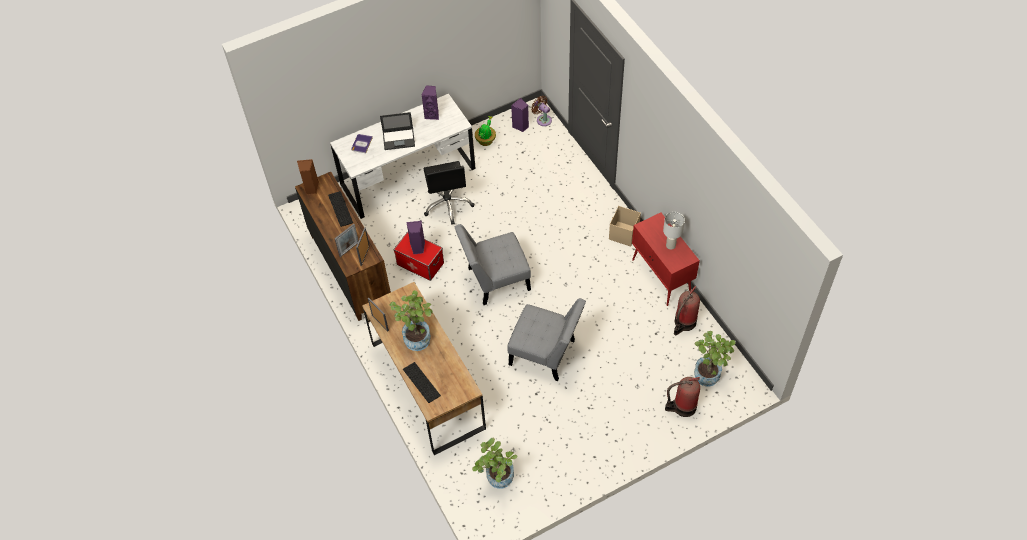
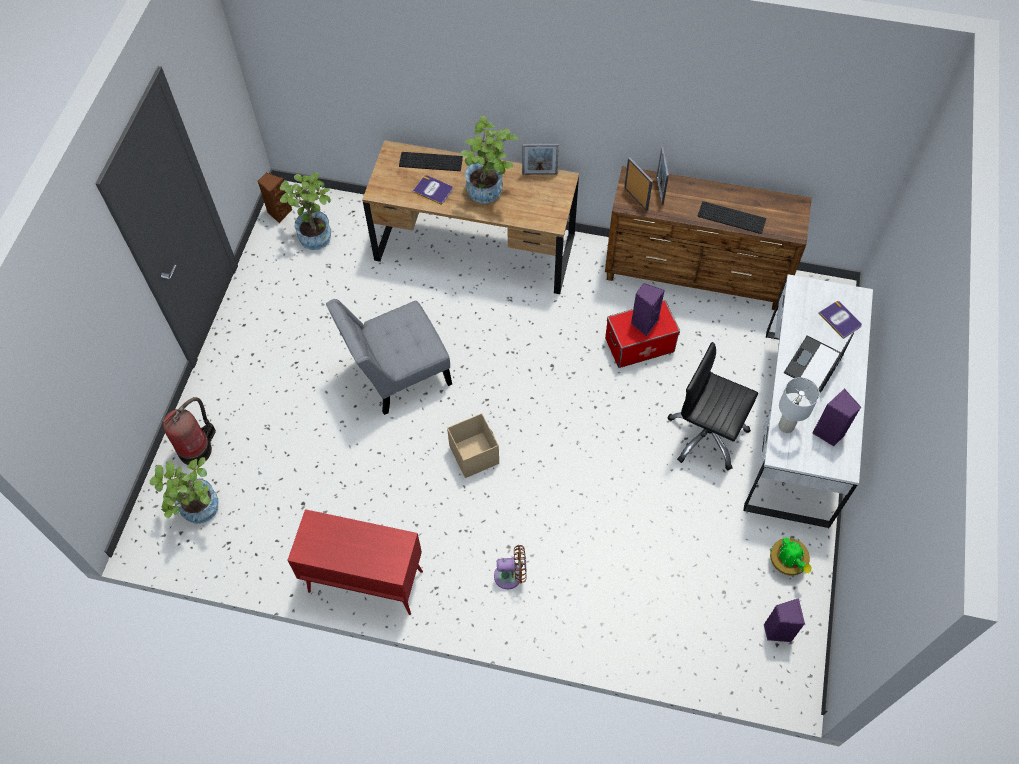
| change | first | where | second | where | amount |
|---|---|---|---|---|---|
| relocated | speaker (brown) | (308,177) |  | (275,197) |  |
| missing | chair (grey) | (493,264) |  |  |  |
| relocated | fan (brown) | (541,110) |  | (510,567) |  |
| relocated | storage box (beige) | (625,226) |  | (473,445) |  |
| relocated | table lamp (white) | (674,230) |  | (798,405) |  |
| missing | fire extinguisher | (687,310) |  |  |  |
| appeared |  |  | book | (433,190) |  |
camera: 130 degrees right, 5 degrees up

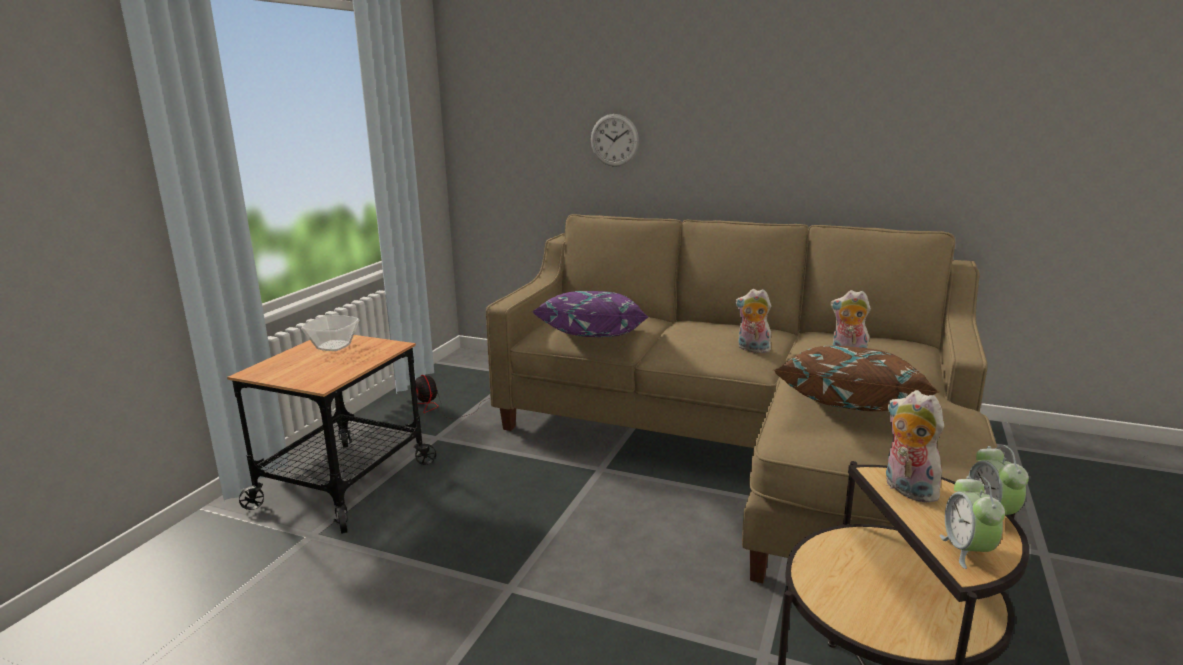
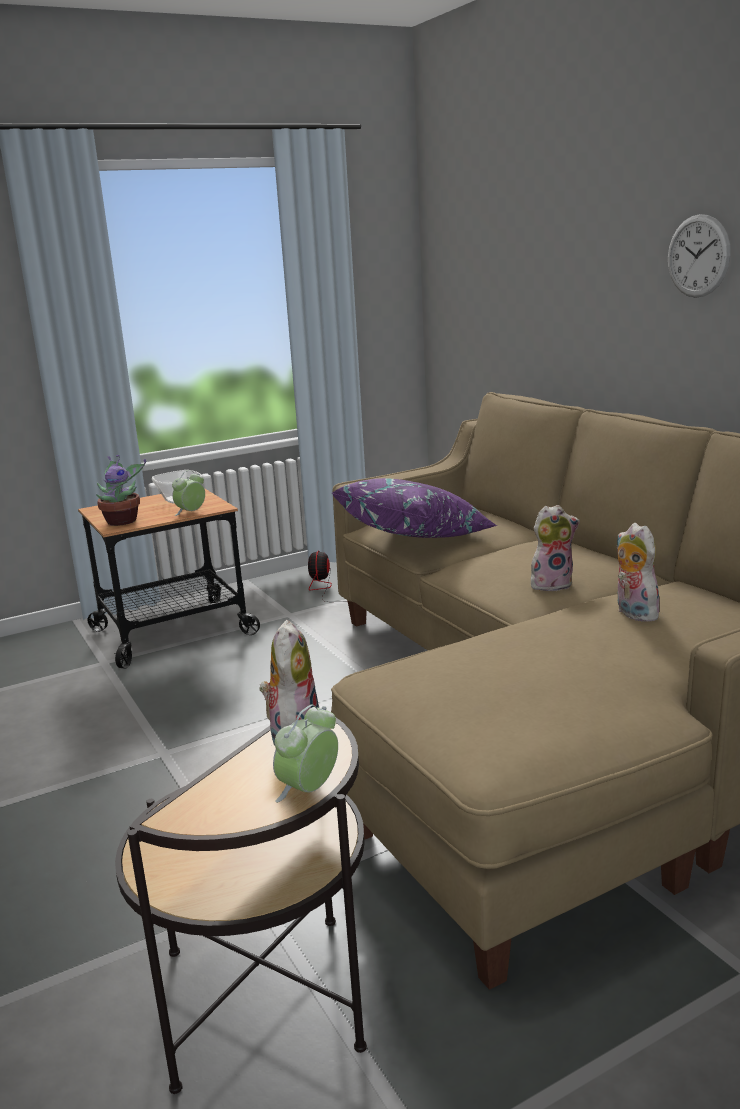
| change | first | where | second | where | amount |
|---|---|---|---|---|---|
| relocated | wall clock | (615,140) |  | (699,256) |  |
| spun | plush toy | (753,321) |  | (555,548) | 105 degrees clockwise |
| missing | pillow (brown) | (856,378) |  |  |  |
| relocated | alarm clock | (972,522) |  | (188,493) |  |
| appeared |  |  | potted plant | (121,490) |  |
camera: 40 degrees right, 0 degrees up

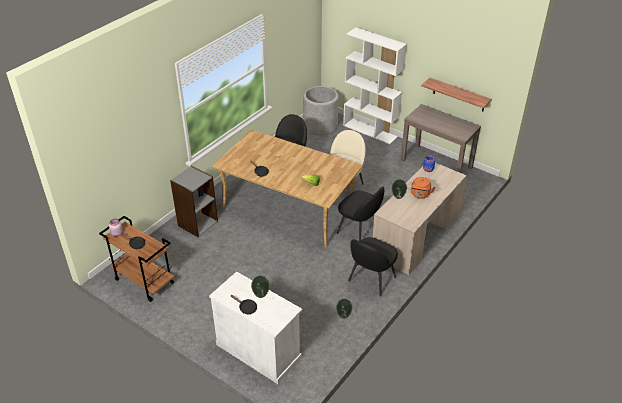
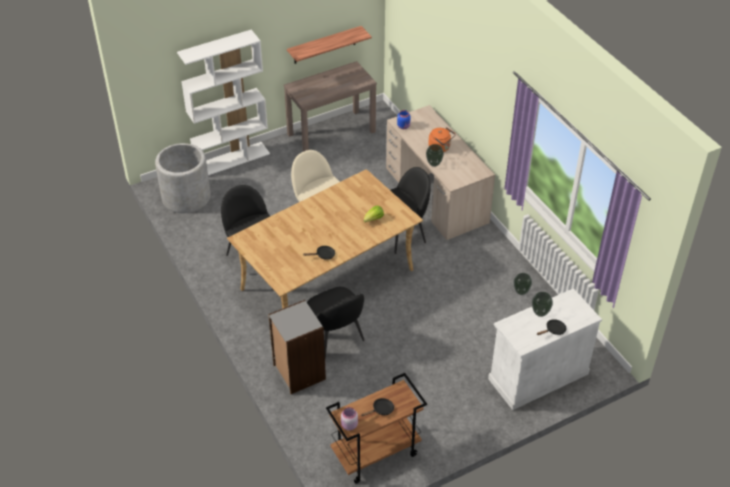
| change | first | where | second | where | amount |
|---|---|---|---|---|---|
| relocated | chair (black) | (373,267) |  | (336,323) |  |
camera: 65 degrees left, 5 degrees up

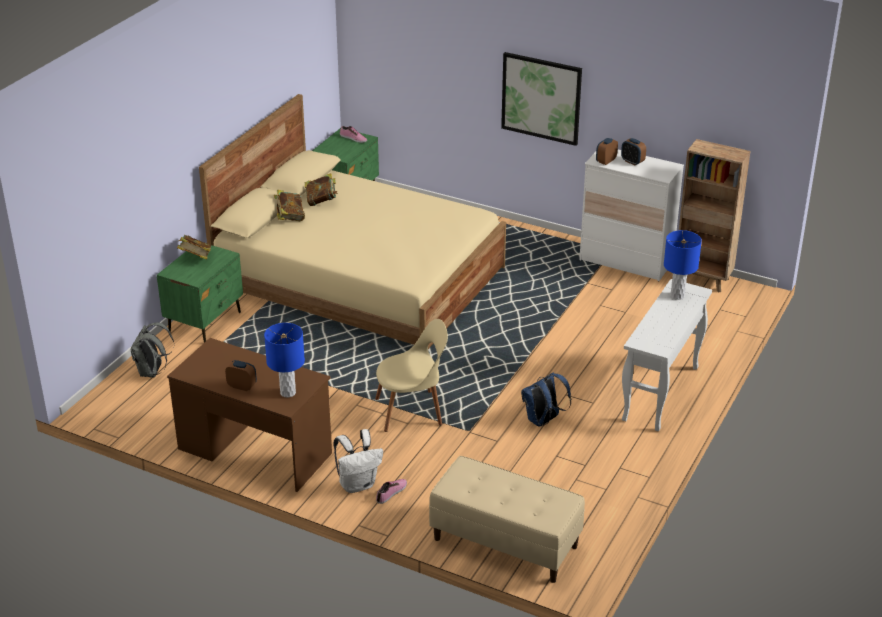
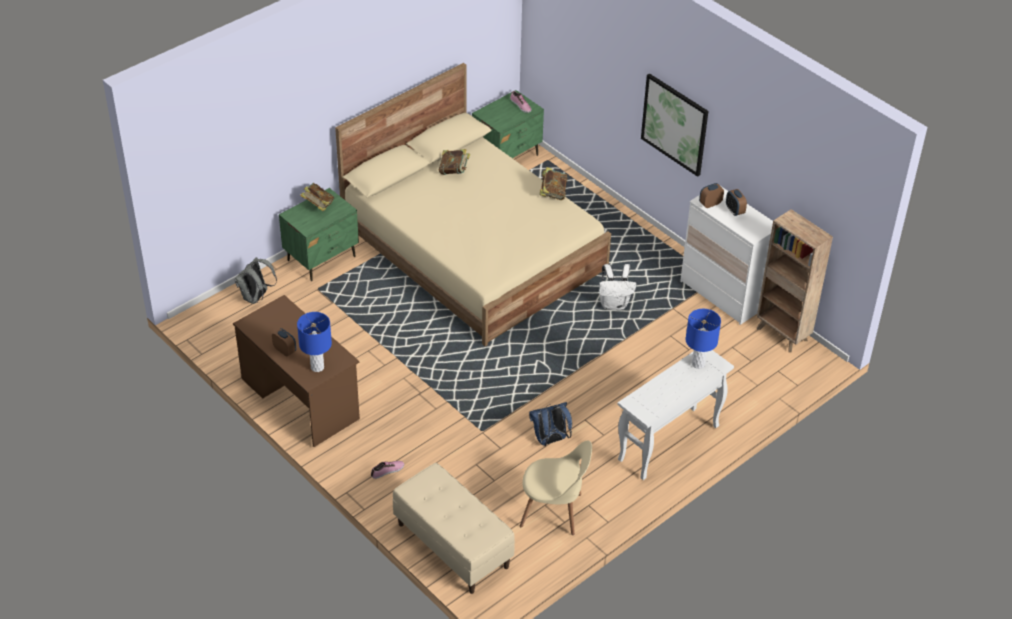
| change | first | where | second | where | amount |
|---|---|---|---|---|---|
| relocated | book | (289,205) |  | (554,183) |  |
| relocated | backpack (white) | (358,461) |  | (617,287) |  |
| relocated | chair (beige) | (411,375) |  | (556,488) |  |
camera: 20 degrees right, 10 degrees up

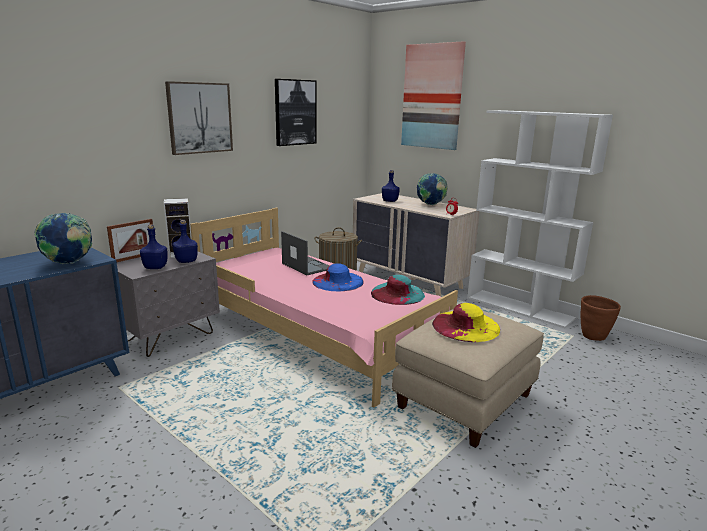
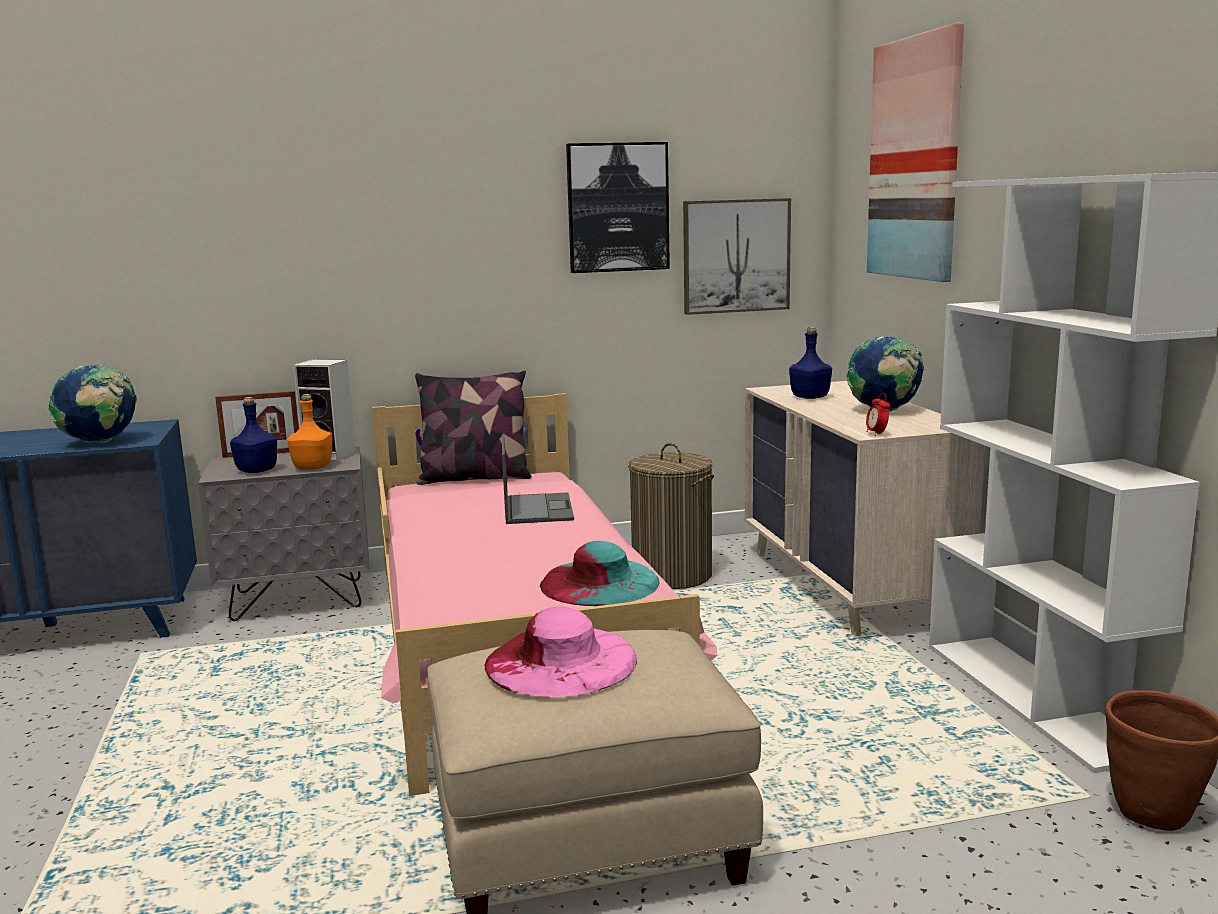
| change | first | where | second | where | amount |
|---|---|---|---|---|---|
| relocated | picture | (199,118) |  | (737,256) |  |
| colour | bottle (blue) | (185,241) | bottle (orange) | (310,432) |  |
| missing | hat (blue) | (337,277) |  |  |  |
| colour | hat (yellow) | (466,322) | hat (pink) | (561,652) |  |
| appeared |  |  | pillow | (473,427) |  |
camera: 35 degrees right, 5 degrees down

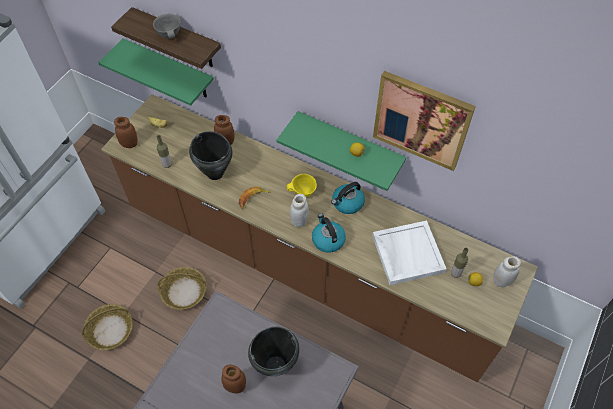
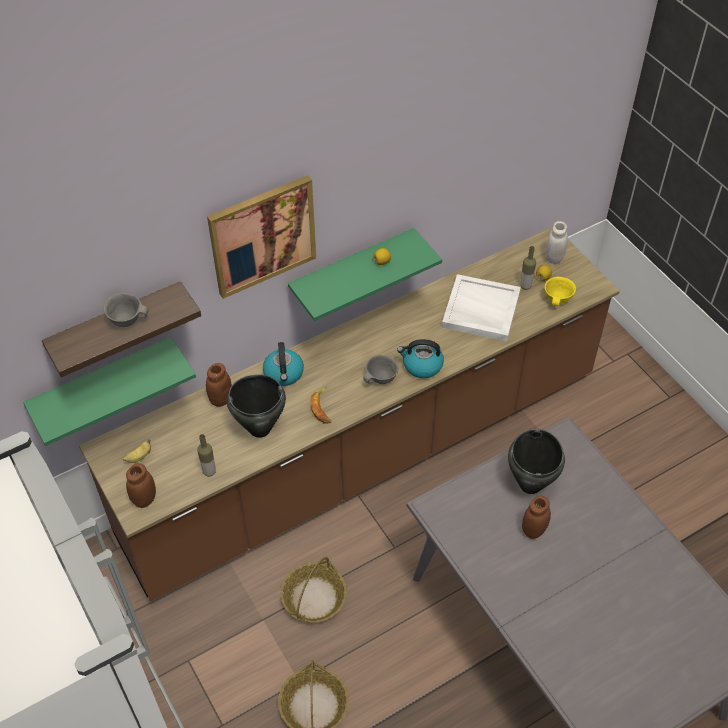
| change | first | where | second | where | amount |
|---|---|---|---|---|---|
| relocated | bowl (yellow) | (302,185) |  | (560,291) |  |
| exchanged | jar (white) | (299,210) | bowl (grey) | (381,369) |  |
| relocated | kettle | (348,198) |  | (283,364) |  |
| relocated | picture | (424,121) |  | (261,237) |  |
camera: 60 degrees left, 5 degrees down

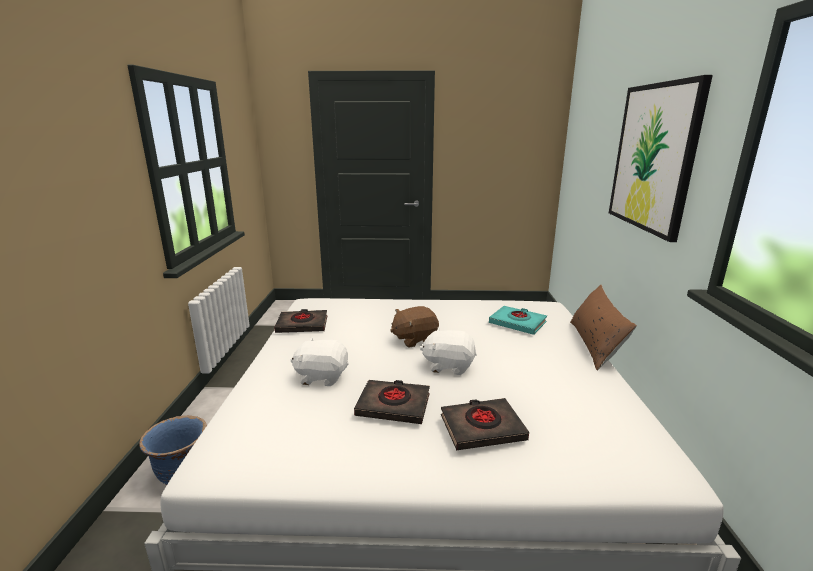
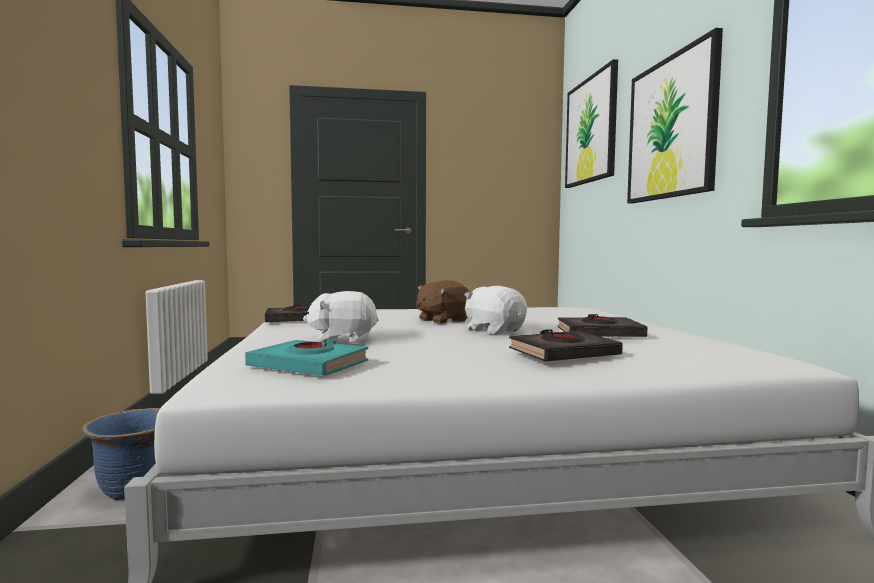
| change | first | where | second | where | amount |
|---|---|---|---|---|---|
| relocated | book (black) | (392,402) |  | (603,325) |  |
| spun | plush toy (white) | (448,351) |  | (496,310) | 45 degrees clockwise |
| relocated | book (turquoise) | (518,320) |  | (306,357) |  |
| missing | pillow (brown) | (603,327) |  |  |  |
| appeared |  |  | picture | (591,123) |  |
camera: 10 degrees left, 15 degrees down

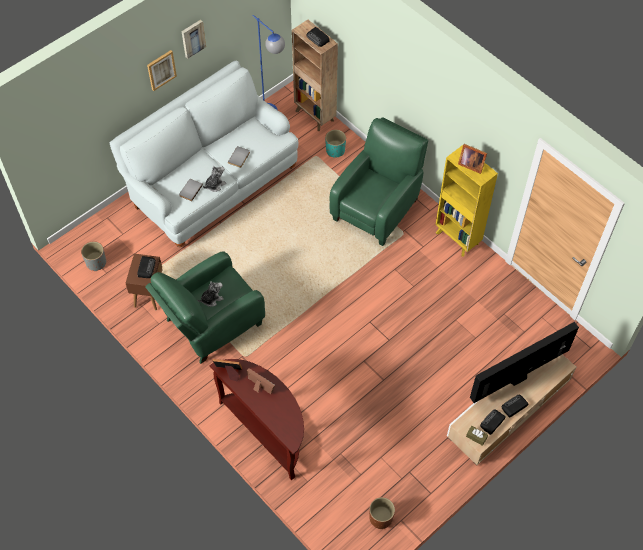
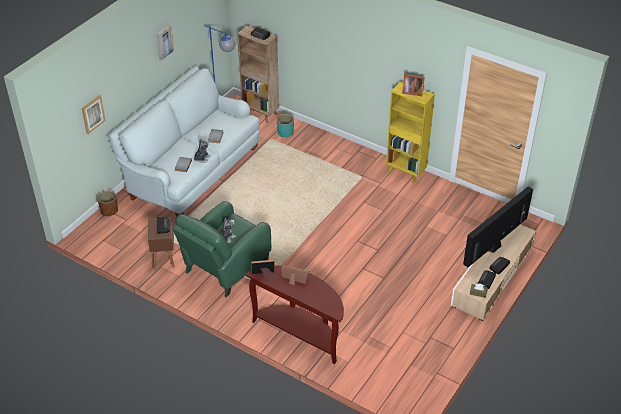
| change | first | where | second | where | amount |
|---|---|---|---|---|---|
| missing | planter (grey) | (93,256) |  |  |  |
| relocated | picture | (162,70) |  | (94,114) |  |
| missing | armchair (green) | (379,181) |  |  |  |
| relocated | planter (brown) | (382,513) |  | (107,204) |  |
camera: 15 degrees left, 15 degrees down

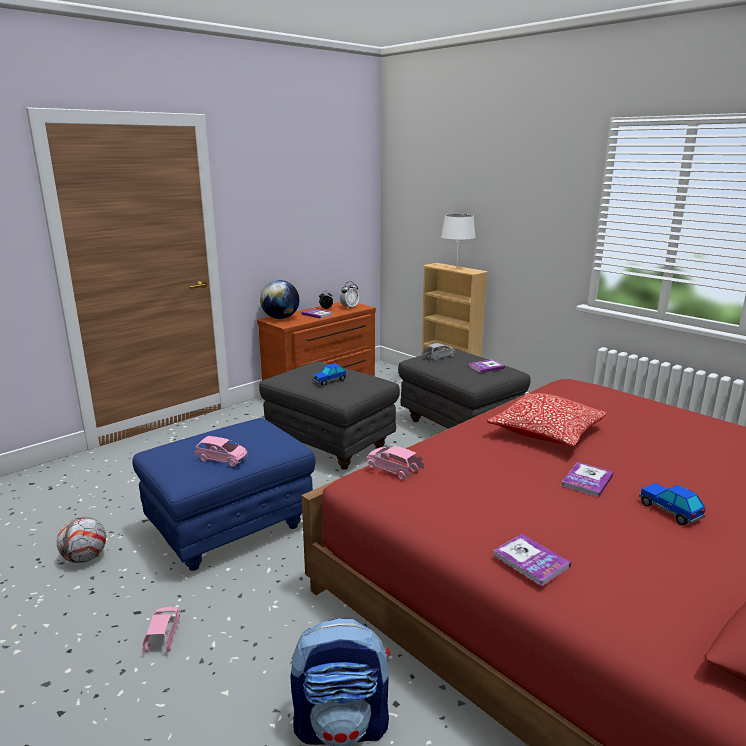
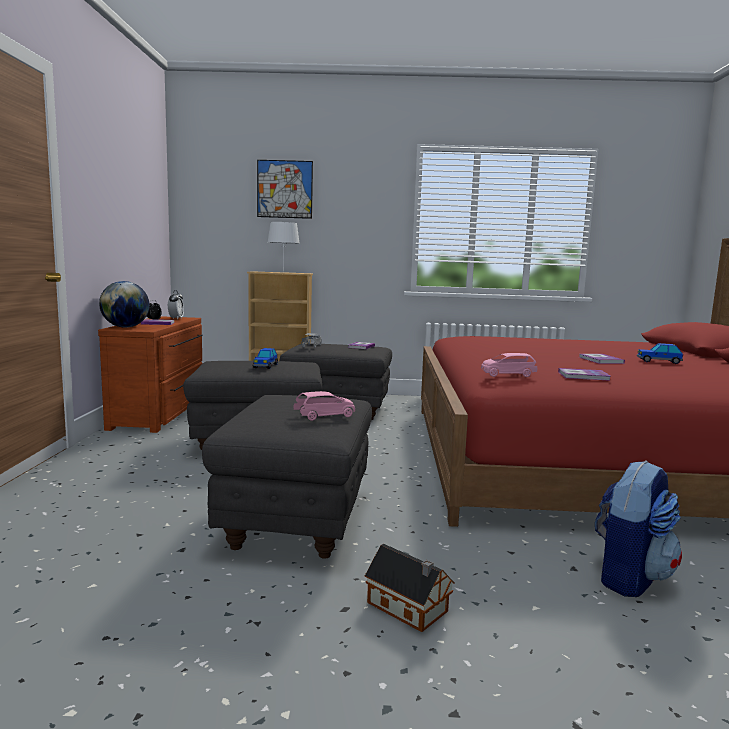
| change | first | where | second | where | amount |
|---|---|---|---|---|---|
| missing | football | (81,540) |  |  |  |
| colour | ottoman (blue) | (224,494) | ottoman (grey) | (287,477) |  |
| exchanged | toy car (pink) | (161,630) | toy house | (410,588) |  |
| missing | pillow | (547,419) |  |  |  |
| relocated | book | (532,560) |  | (584,374) |  |
| appeared |  |  | picture | (285,189) |  |
camera: 45 degrees left, 10 degrees down

